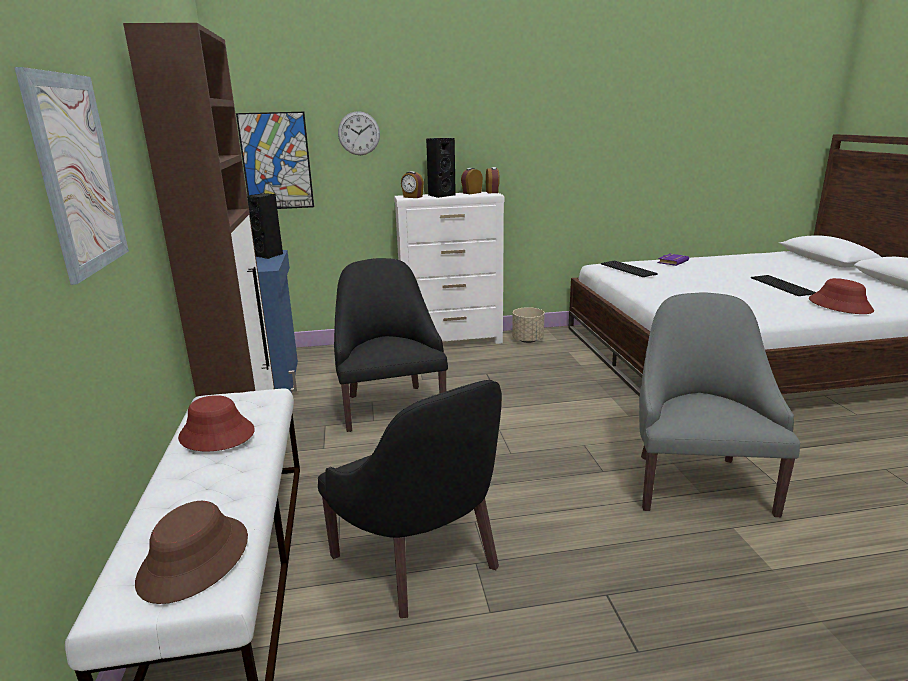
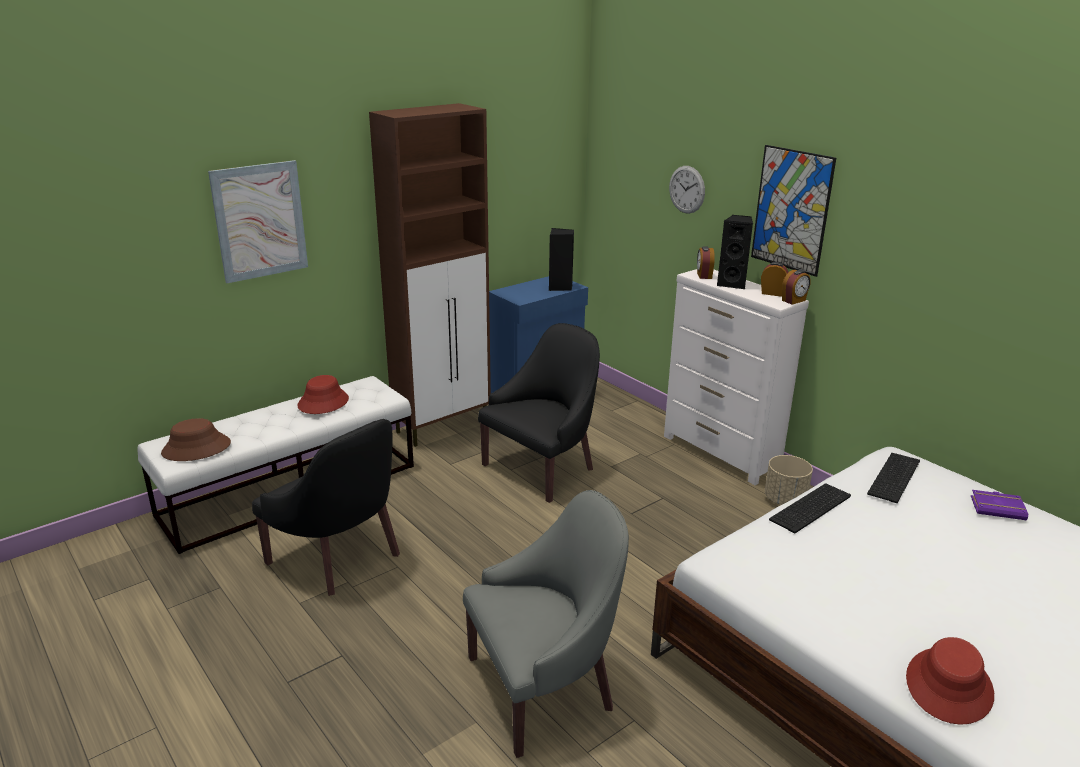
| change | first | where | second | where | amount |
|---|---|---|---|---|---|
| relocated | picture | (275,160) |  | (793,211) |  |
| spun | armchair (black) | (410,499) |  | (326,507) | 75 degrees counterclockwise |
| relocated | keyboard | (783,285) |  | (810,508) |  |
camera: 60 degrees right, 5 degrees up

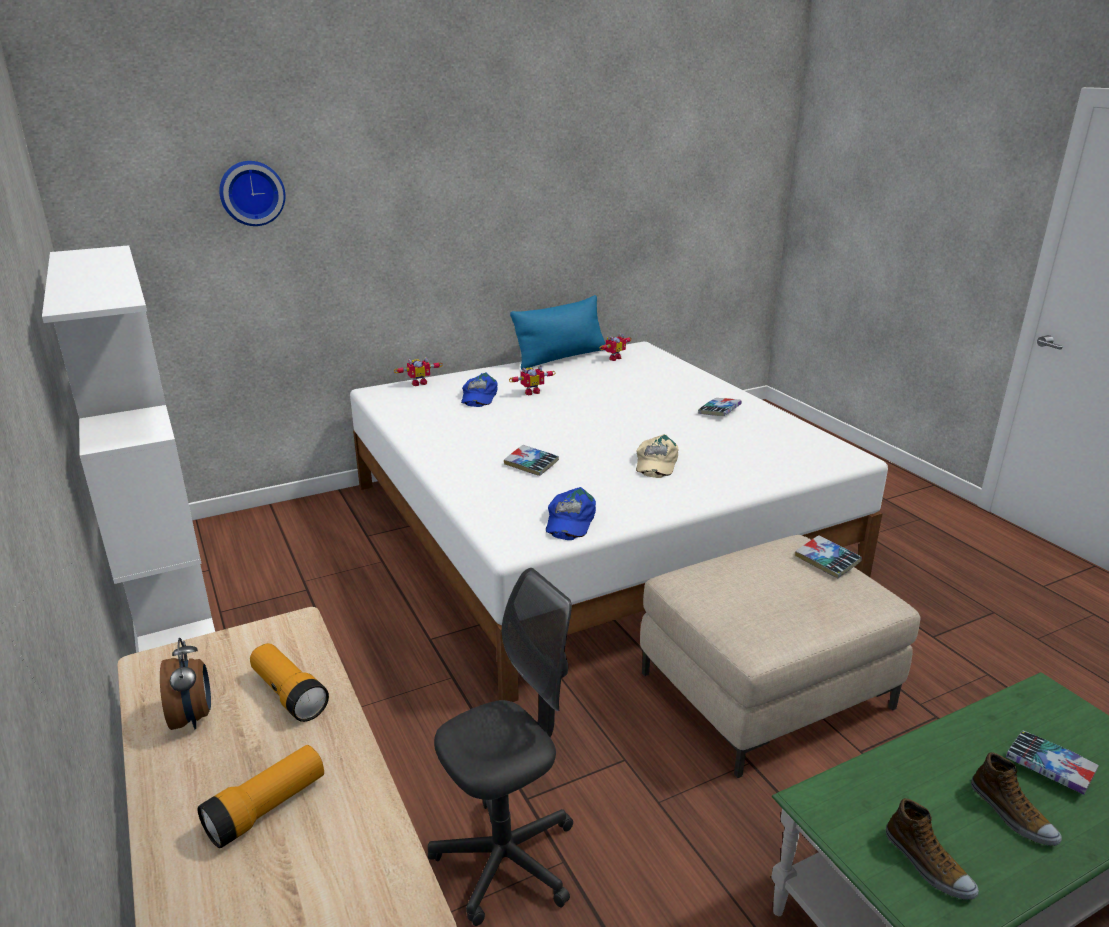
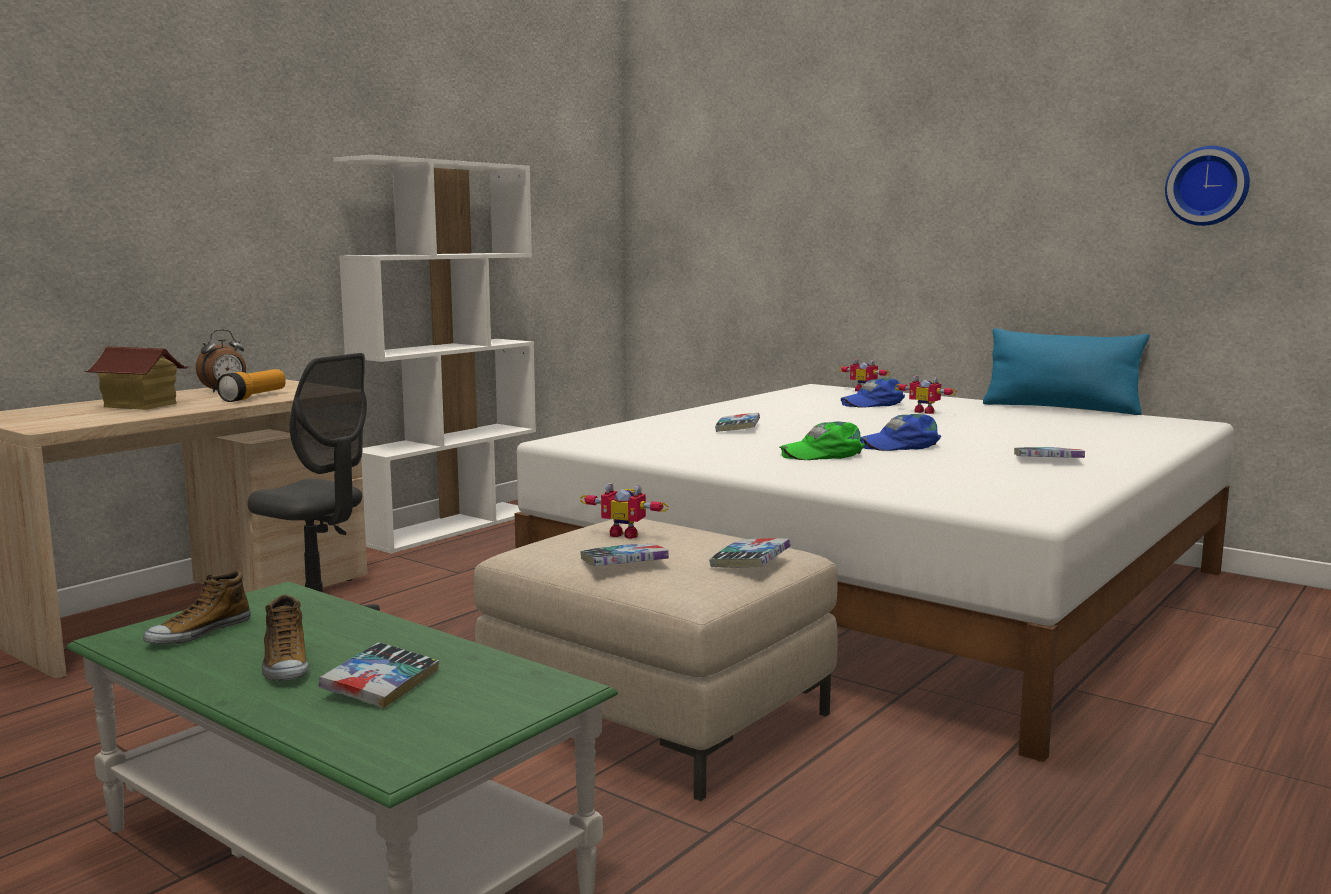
| change | first | where | second | where | amount |
|---|---|---|---|---|---|
| exchanged | flashlight | (260,796) | toy house | (137,378) |  |
| relocated | wall clock | (252,193) |  | (1207,186) |  |
| relocated | cap (blue) | (571,513) |  | (900,432) |  |
| relocated | toy robot | (616,347) |  | (624,511) |  |
| colour | cap (beige) | (657,456) | cap (green) | (822,441) |  |
| spun | shoe | (1016,799) |  | (285,638) | 60 degrees counterclockwise |
| appeared |  |  | book | (624,555) |  |
camera: 65 degrees right, 15 degrees down

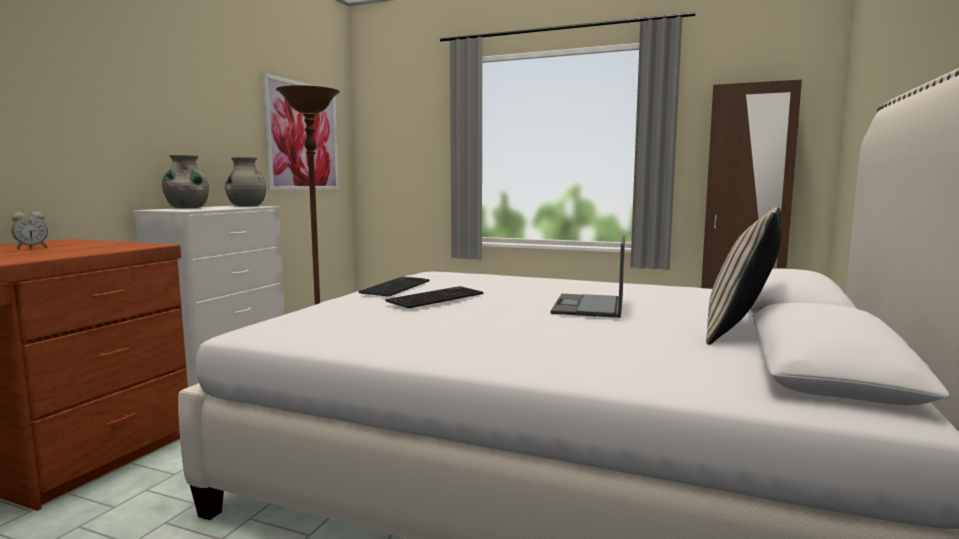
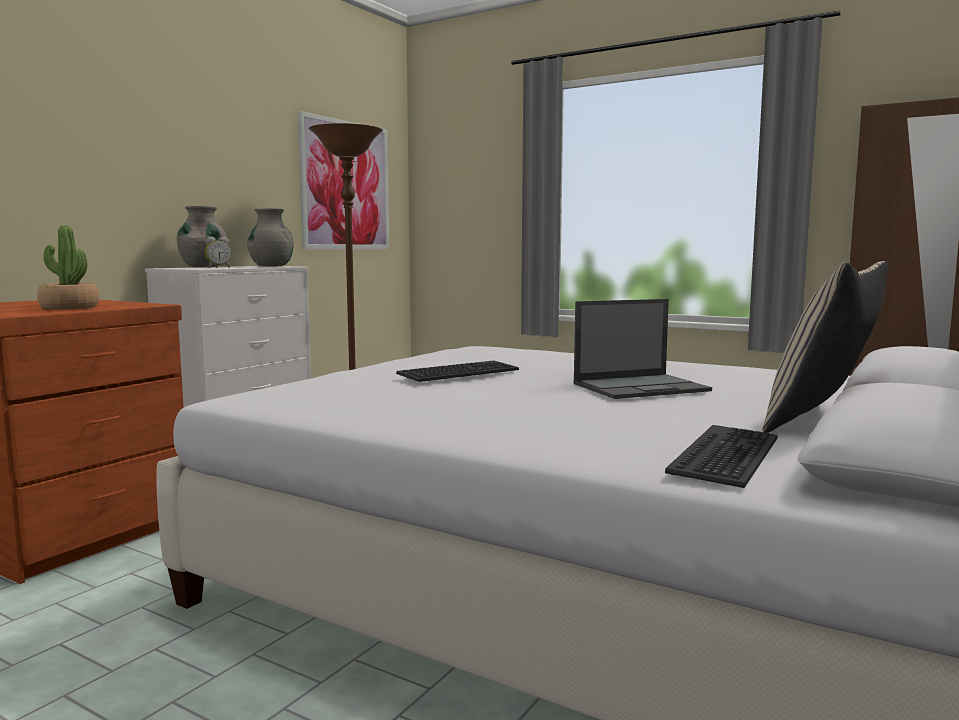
| change | first | where | second | where | amount |
|---|---|---|---|---|---|
| relocated | alarm clock | (29,230) |  | (218,252) |  |
| relocated | keyboard | (394,287) |  | (721,456) |  |
| spun | laptop | (588,277) |  | (643,349) | 135 degrees counterclockwise |
| appeared |  |  | potted plant | (68,267) |  |
camera: 10 degrees right, 0 degrees up

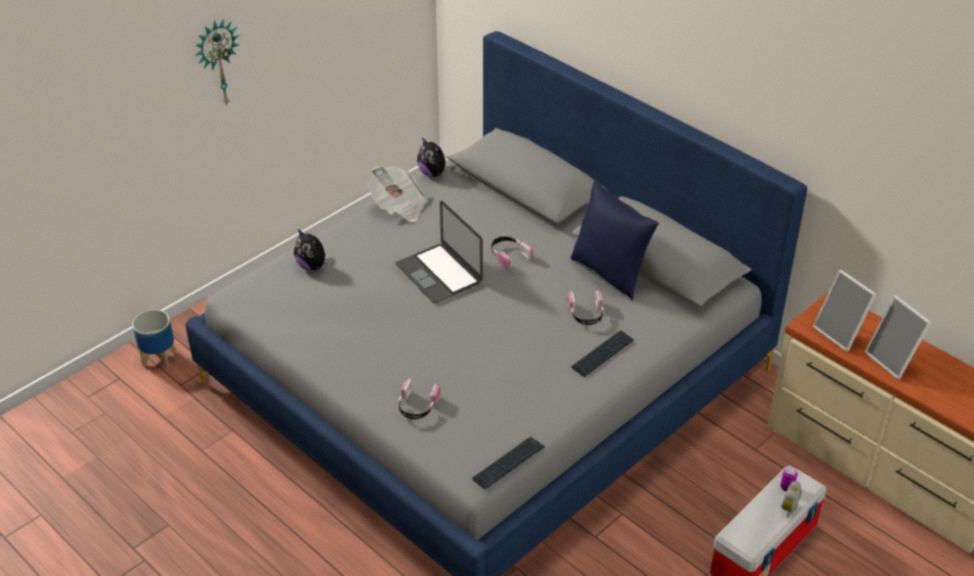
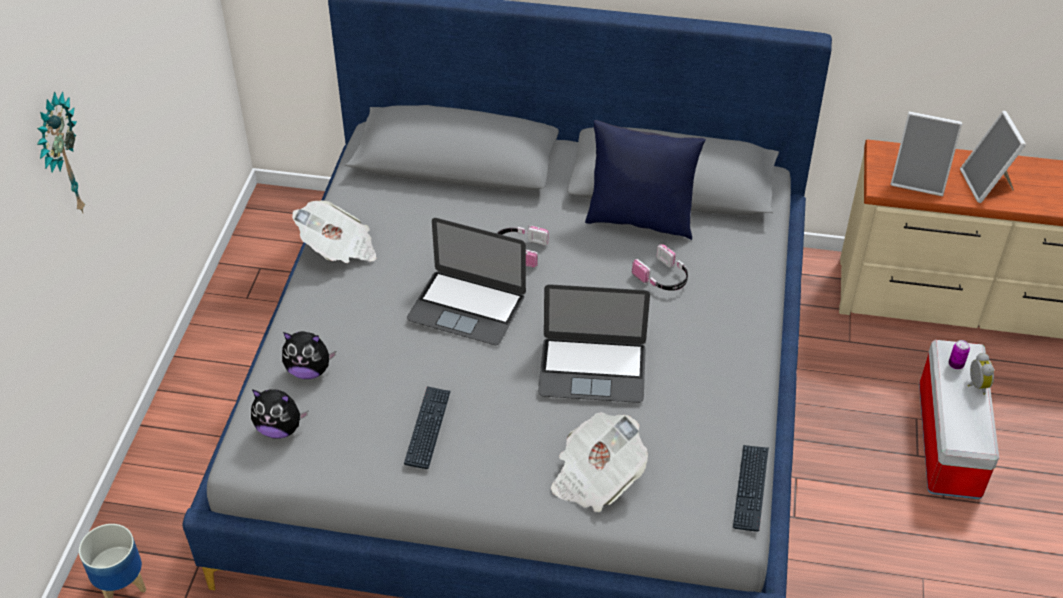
| change | first | where | second | where | amount |
|---|---|---|---|---|---|
| exchanged | headphones | (418,398) | newspaper | (599,462) |  |
| relocated | plush toy | (434,157) |  | (279,414) |  |
| relocated | keyboard | (602,353) |  | (427,427) |  |
| spun | picture frame | (898,337) |  | (993,157) | 60 degrees clockwise |
| appeared |  |  | laptop | (594,343) |  |
camera: 35 degrees left, 5 degrees up

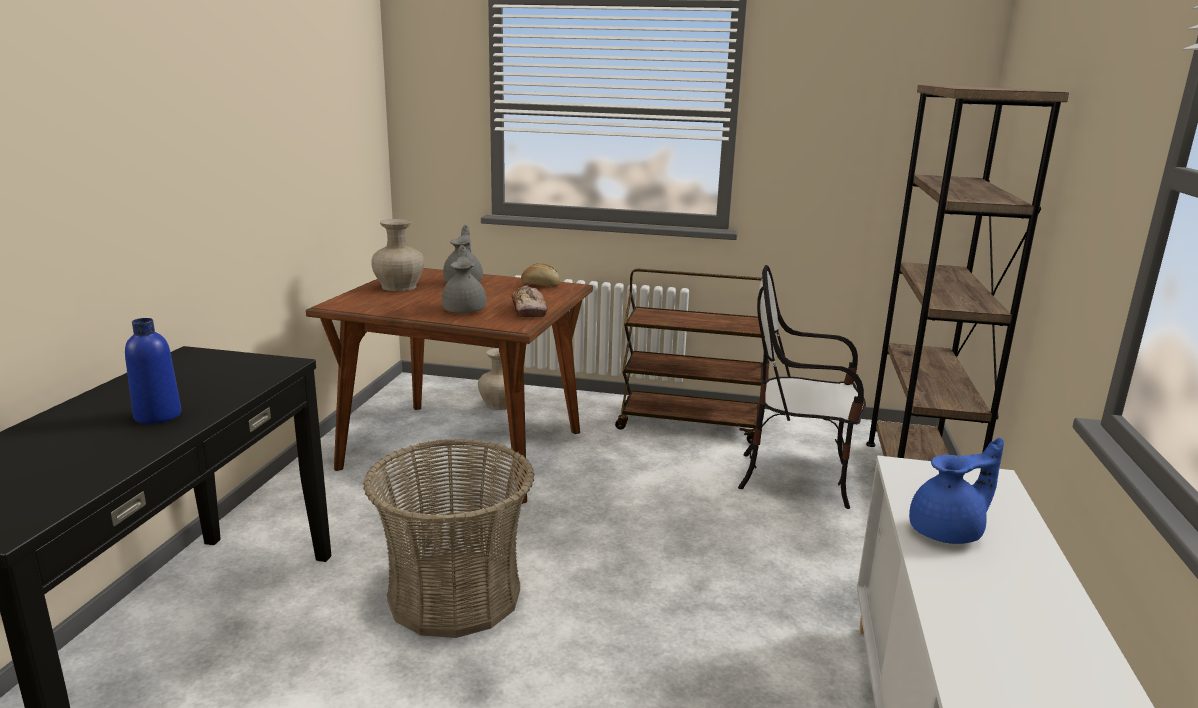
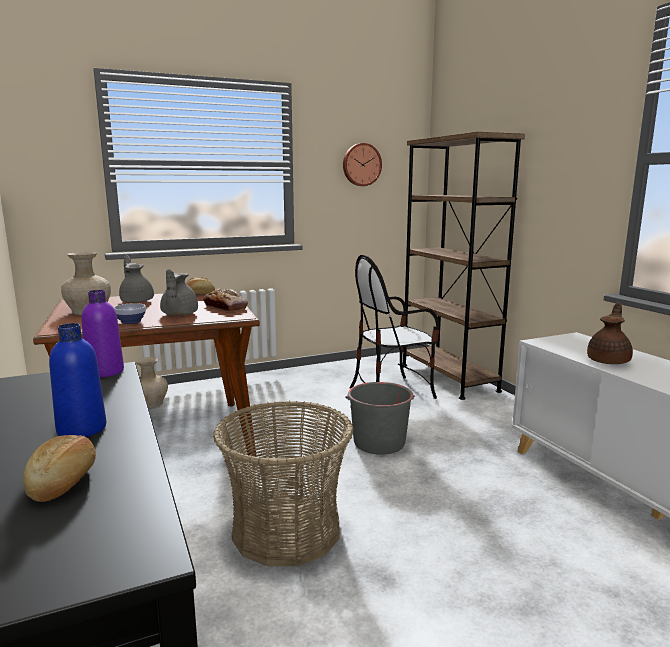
| change | first | where | second | where | amount |
|---|---|---|---|---|---|
| spun | teapot (grey) | (464,279) |  | (179,292) | 135 degrees counterclockwise |
| missing | cart (brown) | (690,356) |  |  |  |
| colour | teapot (blue) | (956,490) | teapot (brown) | (610,333) |  |
| appeared |  |  | bread | (59,468) |  |
| appeared |  |  | bottle (purple) | (103,333) |  |
| appeared |  |  | bowl | (130,313) |  |
| appeared |  |  | wall clock | (362,164) |  |
| appeared |  |  | bucket (grey) | (380,418) |  |
camera: 35 degrees left, 5 degrees down

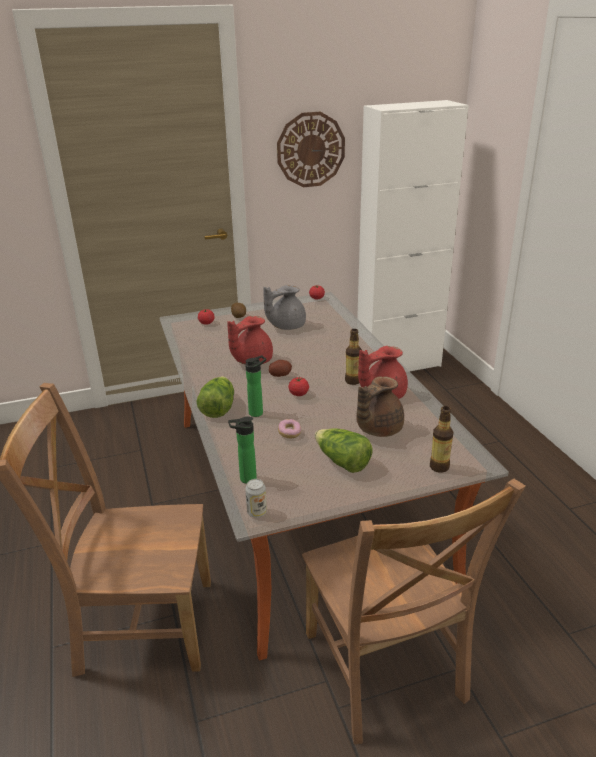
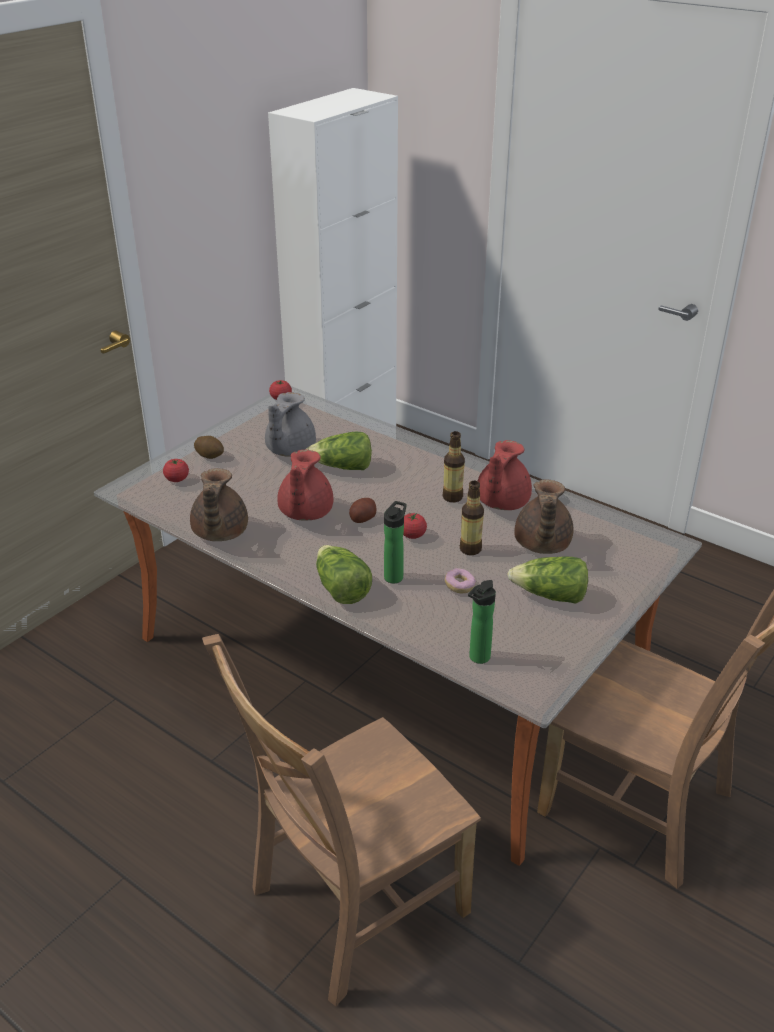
| change | first | where | second | where | amount |
|---|---|---|---|---|---|
| missing | can | (256,498) |  |  |  |
| missing | wall clock | (311,149) |  |  |  |
| relocated | bottle | (441,439) |  | (472,518) |  |
| appeared |  |  | teapot (brown) | (219,504) |  |
| appeared |  |  | lettuce | (339,451) |  |
camera: 35 degrees left, 5 degrees up

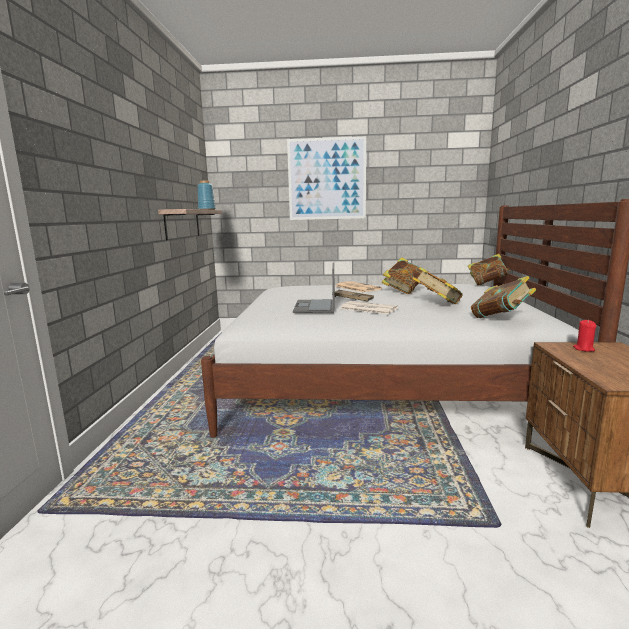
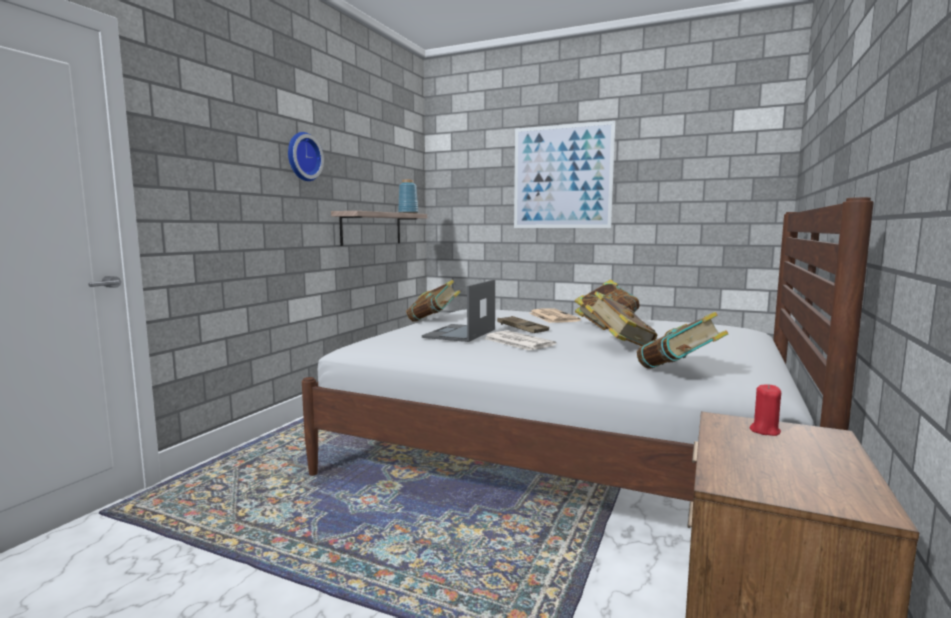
| change | first | where | second | where | amount |
|---|---|---|---|---|---|
| relocated | book | (489,269) |  | (433,301) |  |
| appeared |  |  | wall clock | (306,156) |  |
camera: 20 degrees right, 5 degrees down

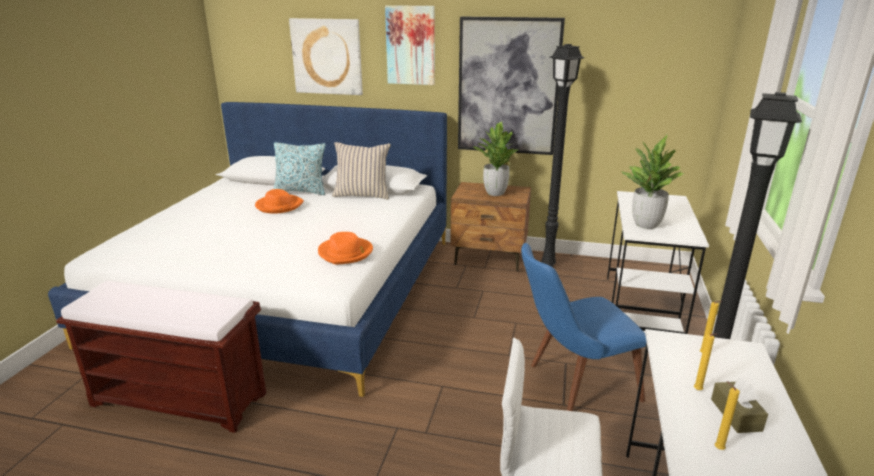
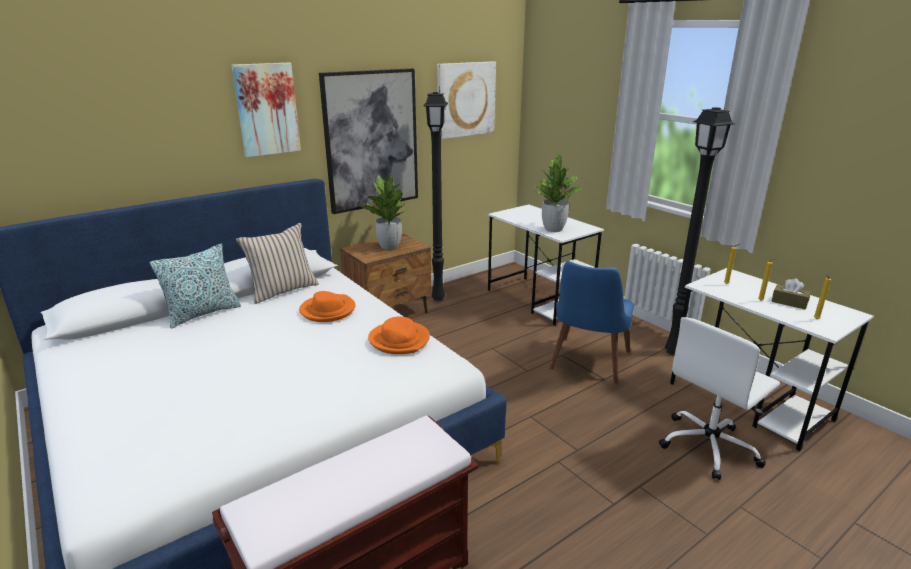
| change | first | where | second | where | amount |
|---|---|---|---|---|---|
| relocated | hat (orange) | (279,201) |  | (327,306) |  |
| relocated | picture | (326,56) |  | (466,100) |  |
camera: 50 degrees left, 0 degrees up

